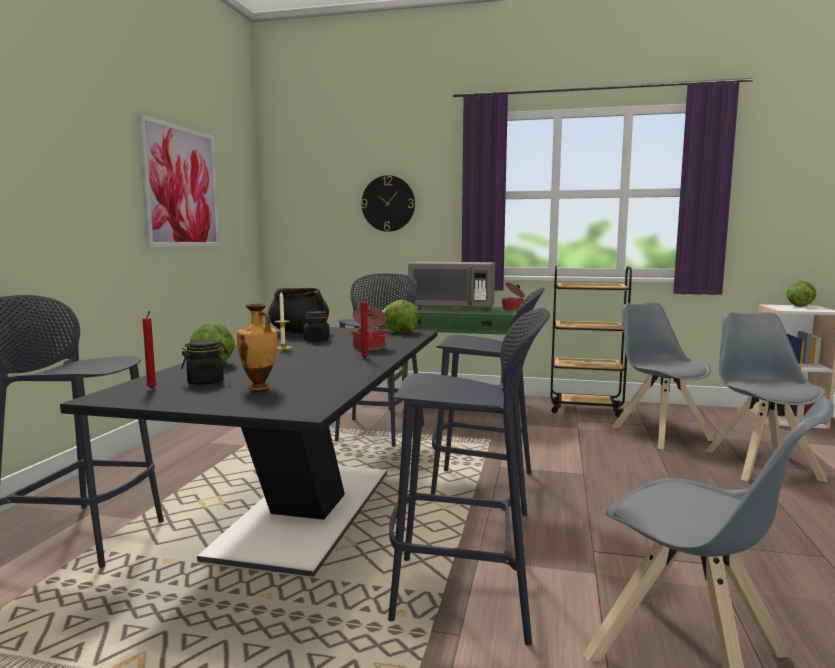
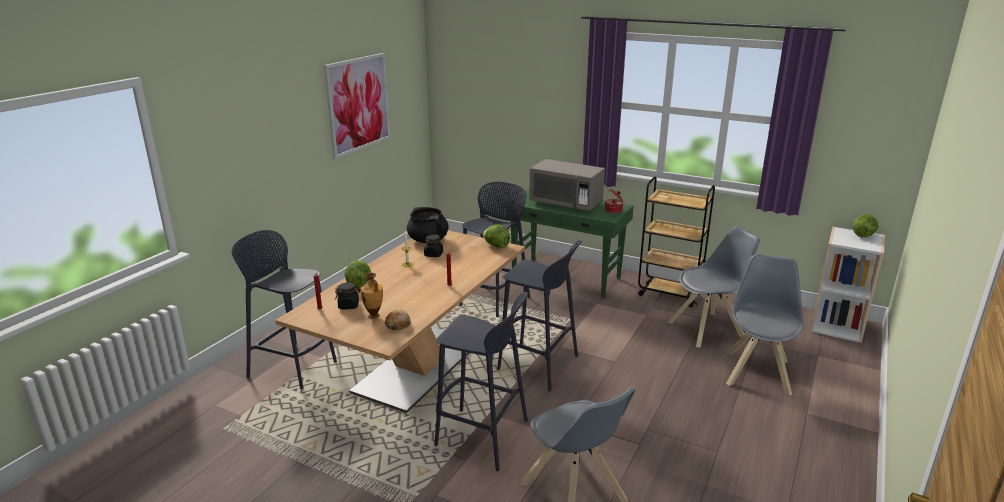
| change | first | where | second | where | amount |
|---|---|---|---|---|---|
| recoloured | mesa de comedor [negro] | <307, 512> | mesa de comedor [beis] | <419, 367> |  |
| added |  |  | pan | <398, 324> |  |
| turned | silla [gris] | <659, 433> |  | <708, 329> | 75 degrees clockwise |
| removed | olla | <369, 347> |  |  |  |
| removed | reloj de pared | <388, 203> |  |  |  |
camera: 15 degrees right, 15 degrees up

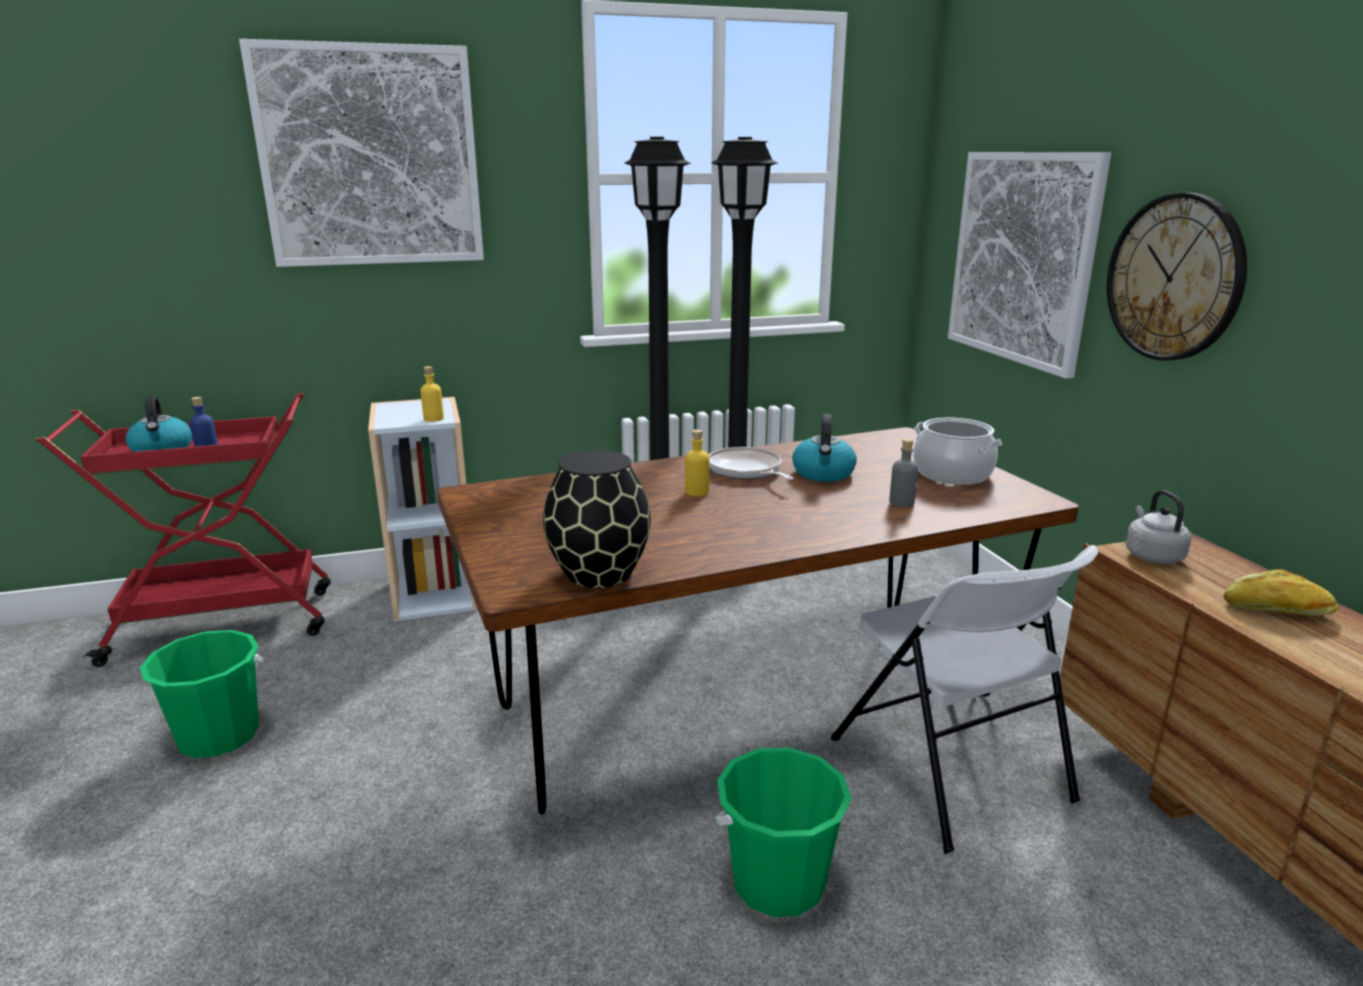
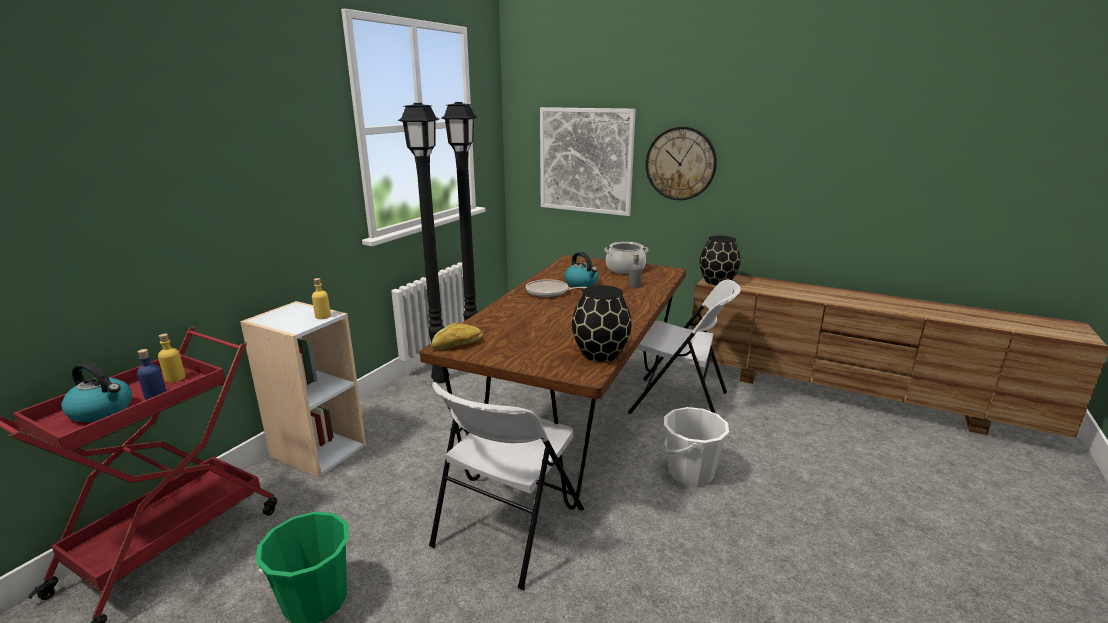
| change | first | where | second | where | amount |
|---|---|---|---|---|---|
| moved | botella [amarillo] | <697, 492> |  | <175, 378> |  |
| added |  |  | silla [blanco] | <509, 527> |  |
| moved | pan | <1277, 610> |  | <457, 345> |  |
| recoloured | cubo [verde] | <778, 882> | cubo [blanco] | <690, 472> |  |
| replaced | hervidor [gris] | <1152, 555> | florero [negro] | <716, 281> |  |
| removed | cuadro | <370, 157> |  |  |  |
camera: 45 degrees left, 0 degrees up

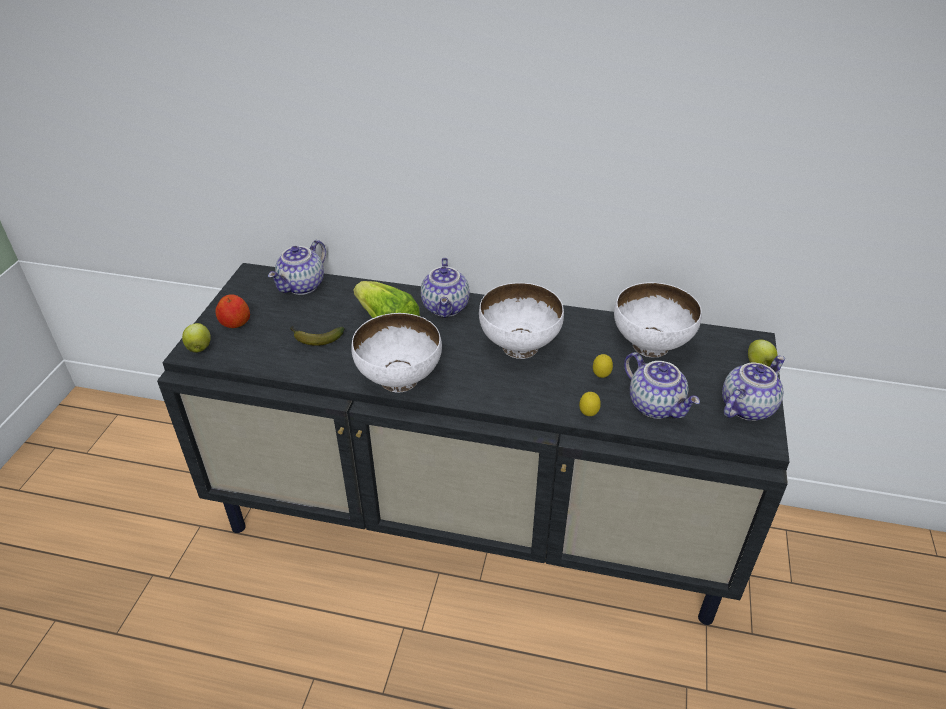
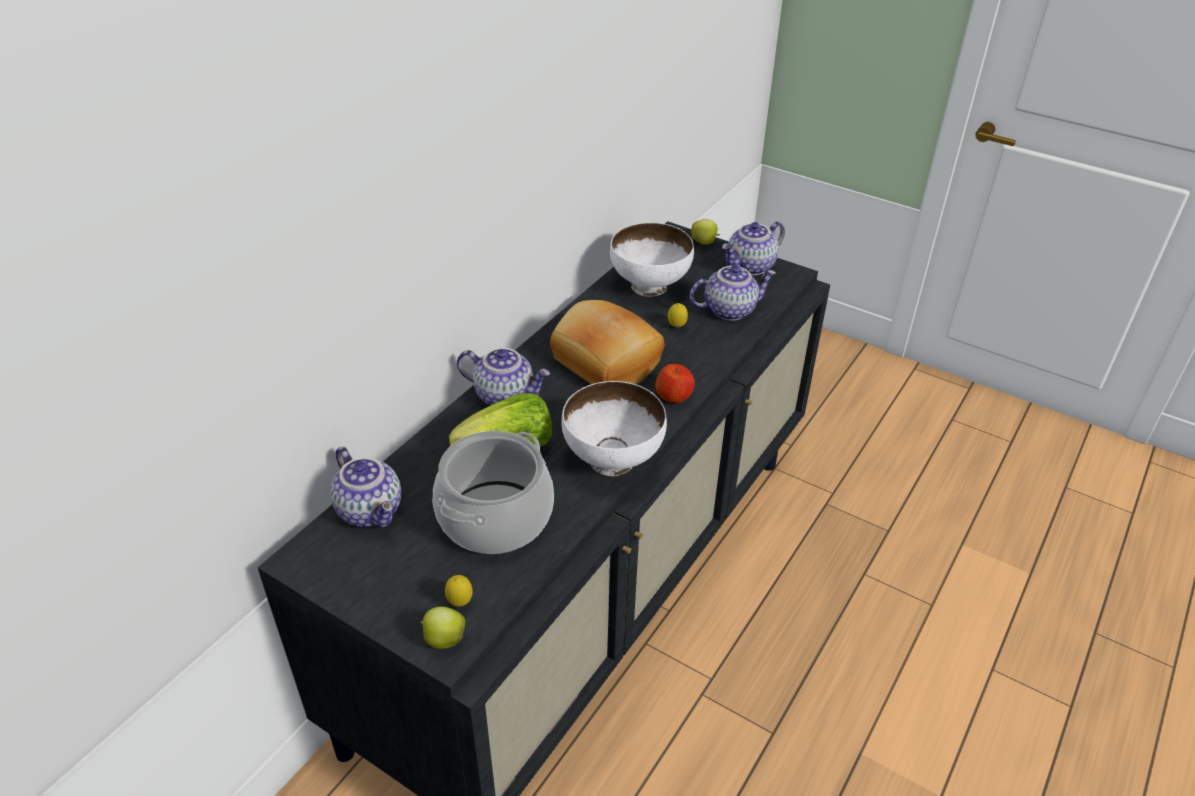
| change | first | where | second | where | amount |
|---|---|---|---|---|---|
| replaced | plátano | <315, 338> | olla | <494, 517> |  |
| moved | limón | <588, 415> |  | <460, 603> |  |
| replaced | cuenco [blanco] | <519, 346> | pan | <604, 363> |  |
| moved | manzana | <235, 322> |  | <674, 396> |  |
| turned | tetera | <746, 406> |  | <751, 267> | 105 degrees counterclockwise |
camera: 70 degrees left, 0 degrees up

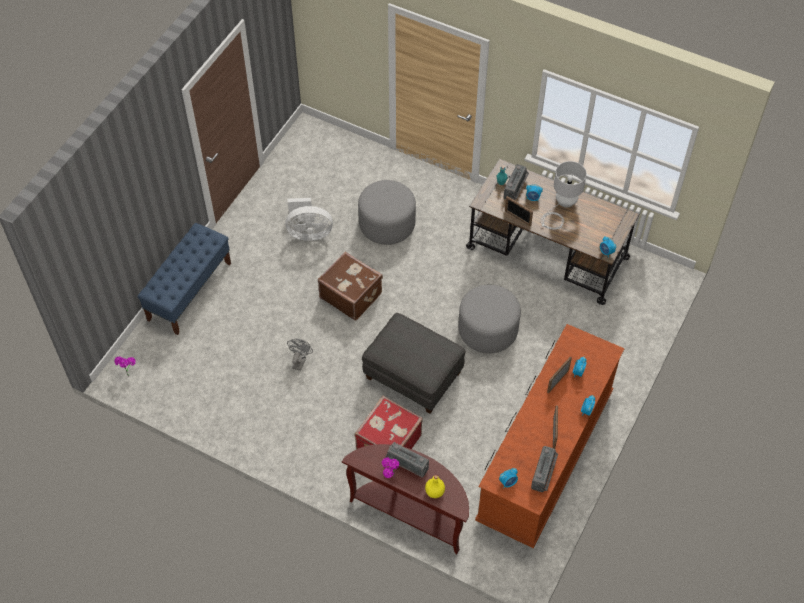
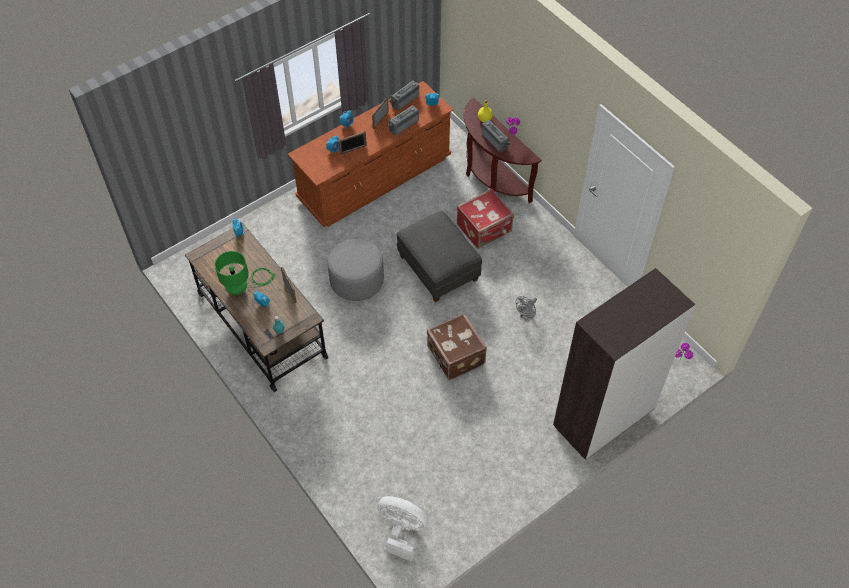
| change | first | where | second | where | amount |
|---|---|---|---|---|---|
| recoloured | lámpara de mesa [blanco] | <560, 209> | lámpara de mesa [verde] | <247, 284> |  |
| moved | ventilador [blanco] | <308, 233> |  | <402, 530> |  |
| moved | radio | <516, 189> |  | <403, 124> |  |
| replaced | banco [azul] | <189, 291> | armario ropero [marrón] | <602, 419> |  |
| removed | puf [gris] | <387, 224> |  |  |  |
camera: 155 degrees left, 0 degrees up

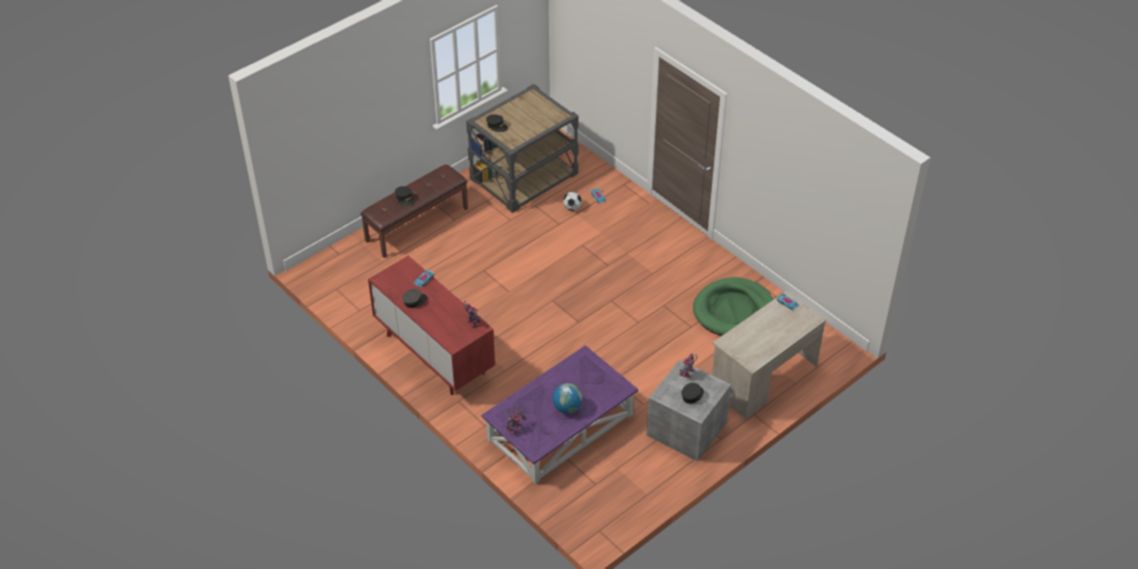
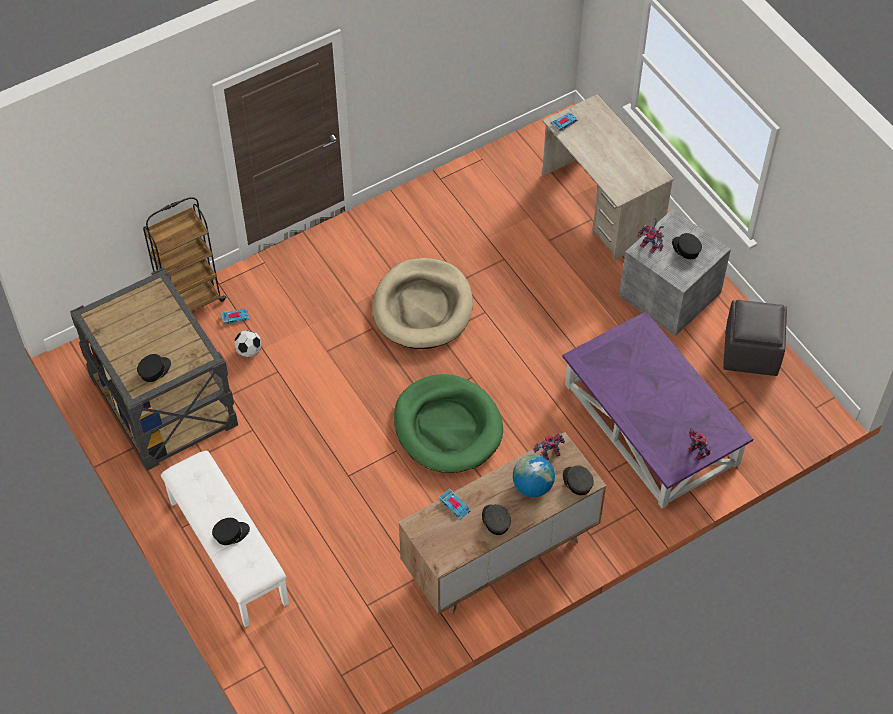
| change | first | where | second | where | amount |
|---|---|---|---|---|---|
| added |  |  | carrito [marrón] | <191, 303> |  |
| recoloured | banco [marrón] | <416, 224> | banco [blanco] | <227, 552> |  |
| added |  |  | cama para perro [beis] | <422, 307> |  |
| moved | cama para perro [verde] | <733, 310> |  | <447, 427> |  |
| recoloured | cómoda [rojo] | <434, 354> | cómoda [verde] | <500, 555> |  |
| moved | globo terráqueo | <567, 407> |  | <532, 486> |  |
| added |  |  | gorra [gris] | <577, 482> |  |
| added |  |  | puf [gris] | <750, 351> |  |
camera: 80 degrees left, 10 degrees up

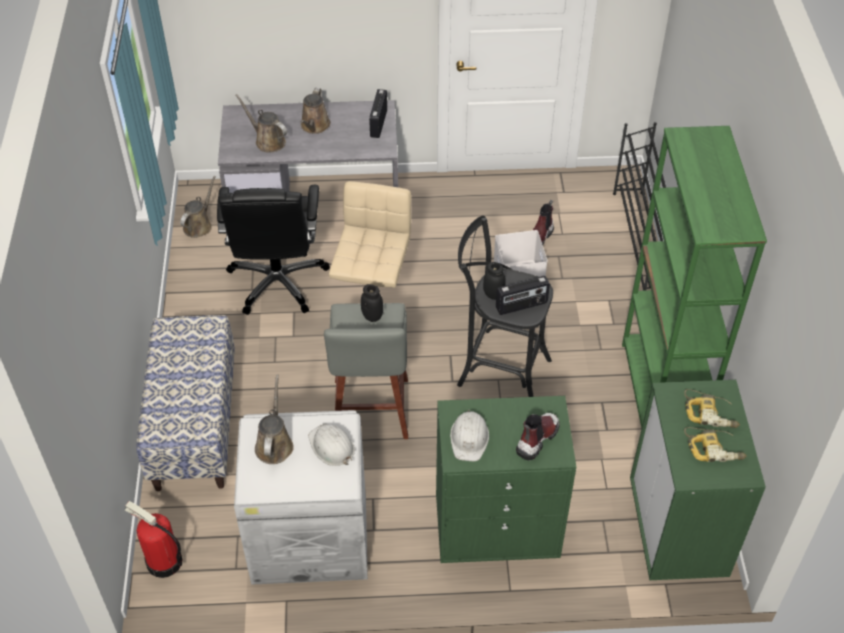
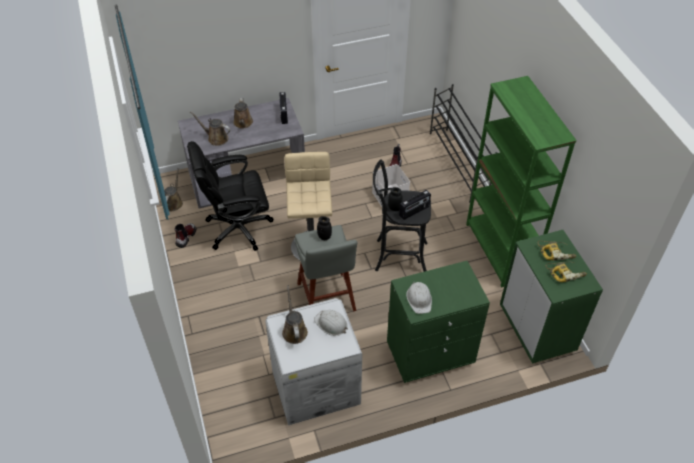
| change | first | where | second | where | amount |
|---|---|---|---|---|---|
| moved | bota | <537, 439> |  | <186, 237> |  |
| turned | silla de oficina [negro] | <278, 281> |  | <238, 228> | 90 degrees clockwise |
| removed | extintor | <163, 562> |  |  |  |
| removed | banco | <194, 425> |  |  |  |
camera: 15 degrees left, 0 degrees up

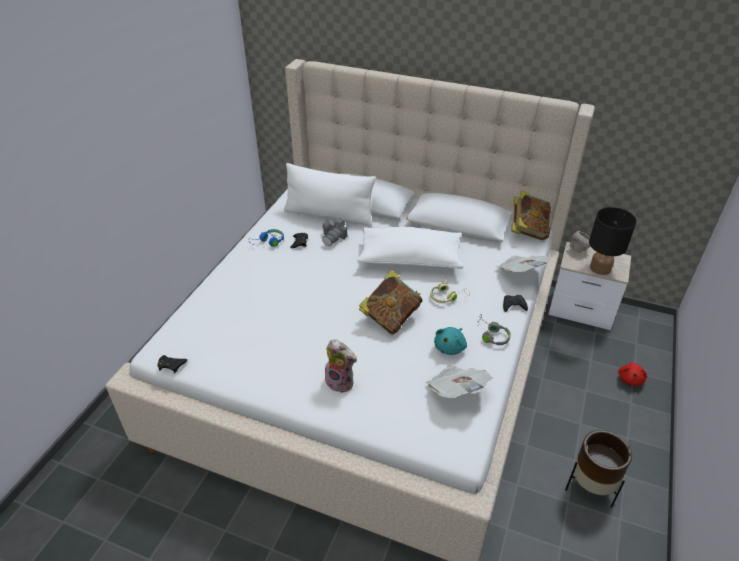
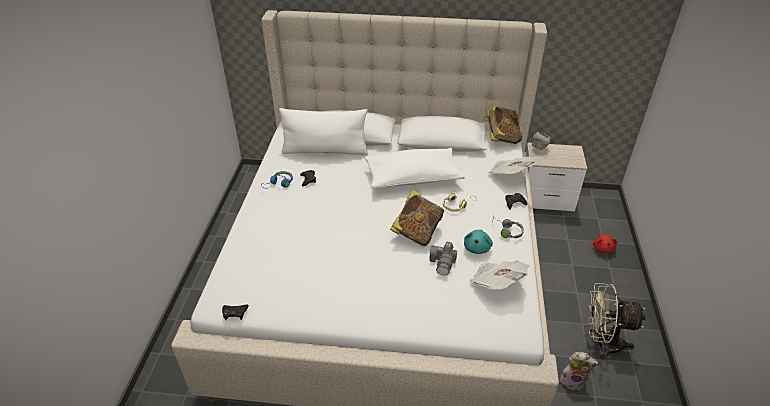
| change | first | where | second | where | amount |
|---|---|---|---|---|---|
| moved | cámara | <334, 237> |  | <443, 263> |  |
| moved | peluche | <341, 382> |  | <573, 380> |  |
| replaced | maceta [marrón] | <590, 488> | ventilador [beis] | <602, 343> |  |
| removed | lámpara de mesa [negro] | <600, 268> |  |  |  |
camera: 15 degrees left, 0 degrees up

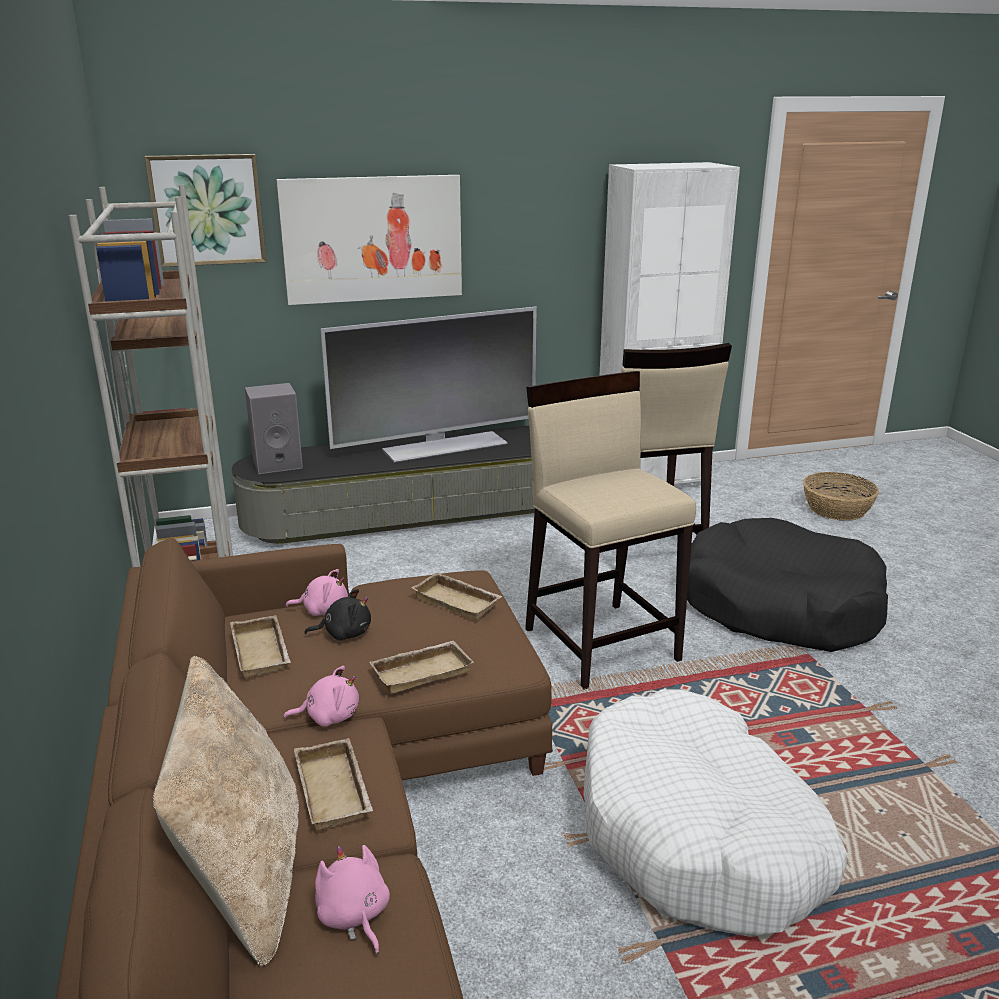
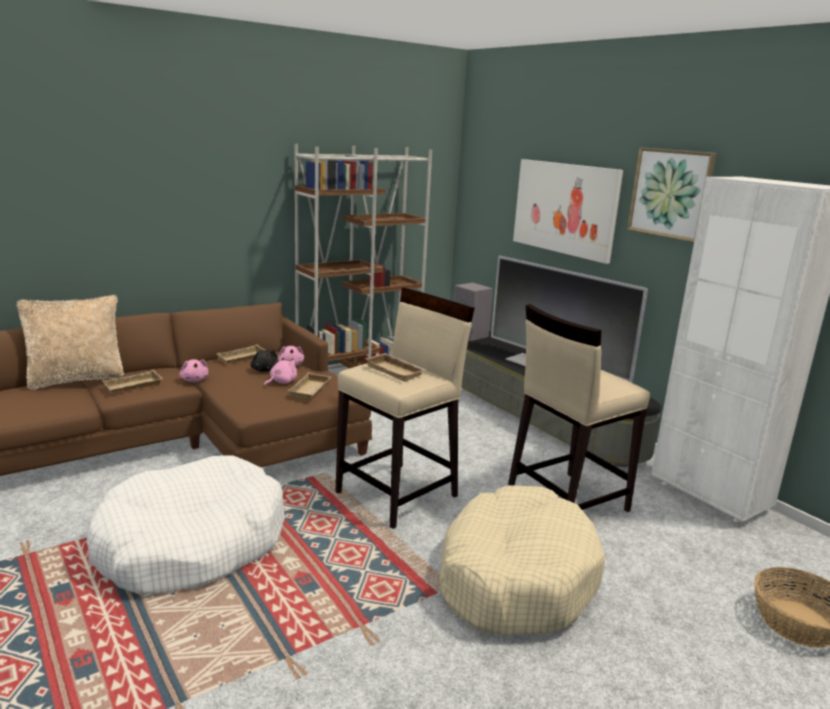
| change | first | where | second | where | amount |
|---|---|---|---|---|---|
| moved | peluche [rosa] | <354, 916> |  | <281, 382> |  |
| moved | bandeja [beis] | <422, 671> |  | <396, 371> |  |
| recoloured | cama para perro [negro] | <779, 606> | cama para perro [beis] | <515, 577> |  |
| moved | cuadro | <207, 210> |  | <671, 193> |  |
camera: 70 degrees right, 5 degrees down

